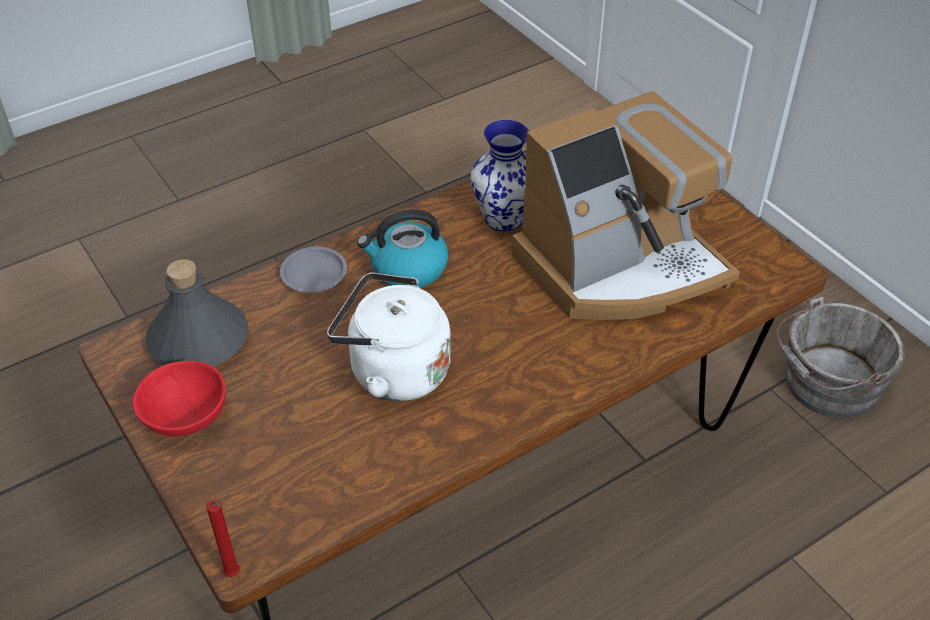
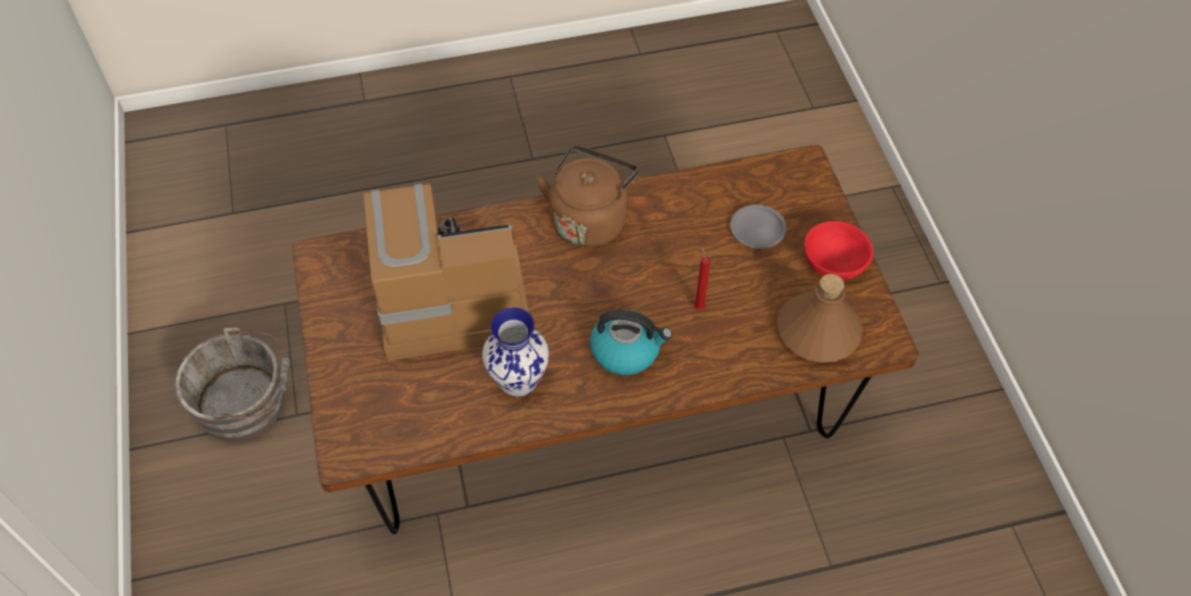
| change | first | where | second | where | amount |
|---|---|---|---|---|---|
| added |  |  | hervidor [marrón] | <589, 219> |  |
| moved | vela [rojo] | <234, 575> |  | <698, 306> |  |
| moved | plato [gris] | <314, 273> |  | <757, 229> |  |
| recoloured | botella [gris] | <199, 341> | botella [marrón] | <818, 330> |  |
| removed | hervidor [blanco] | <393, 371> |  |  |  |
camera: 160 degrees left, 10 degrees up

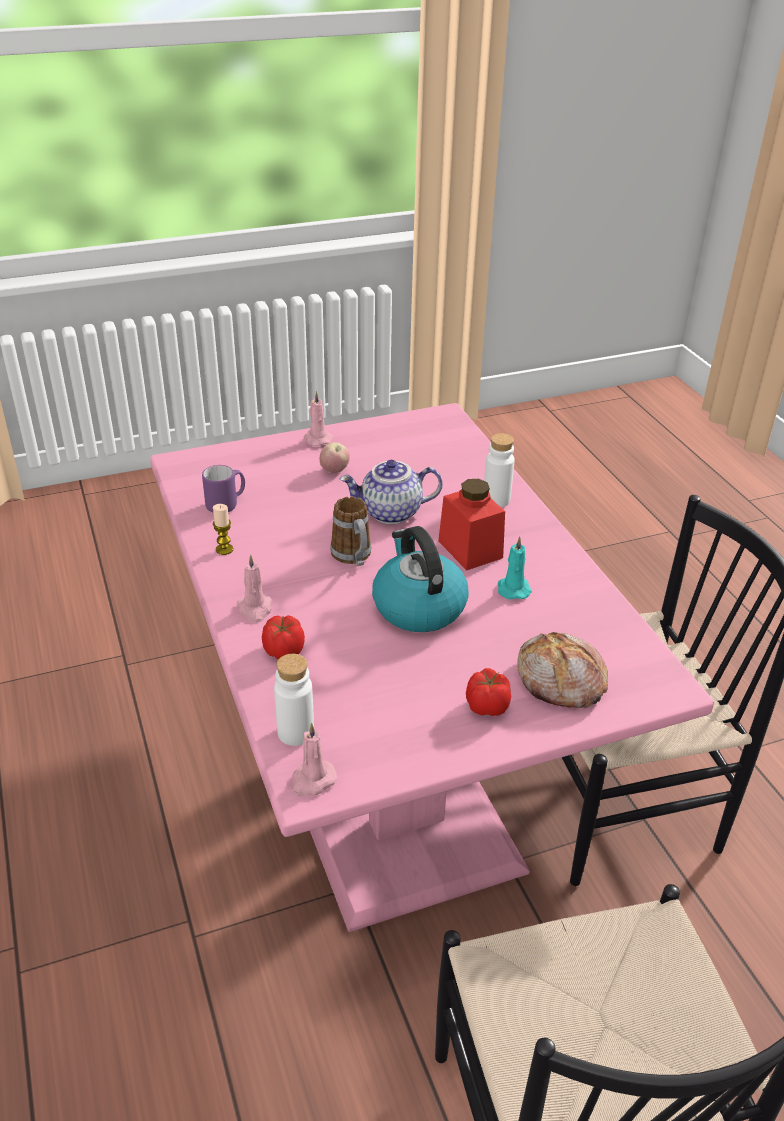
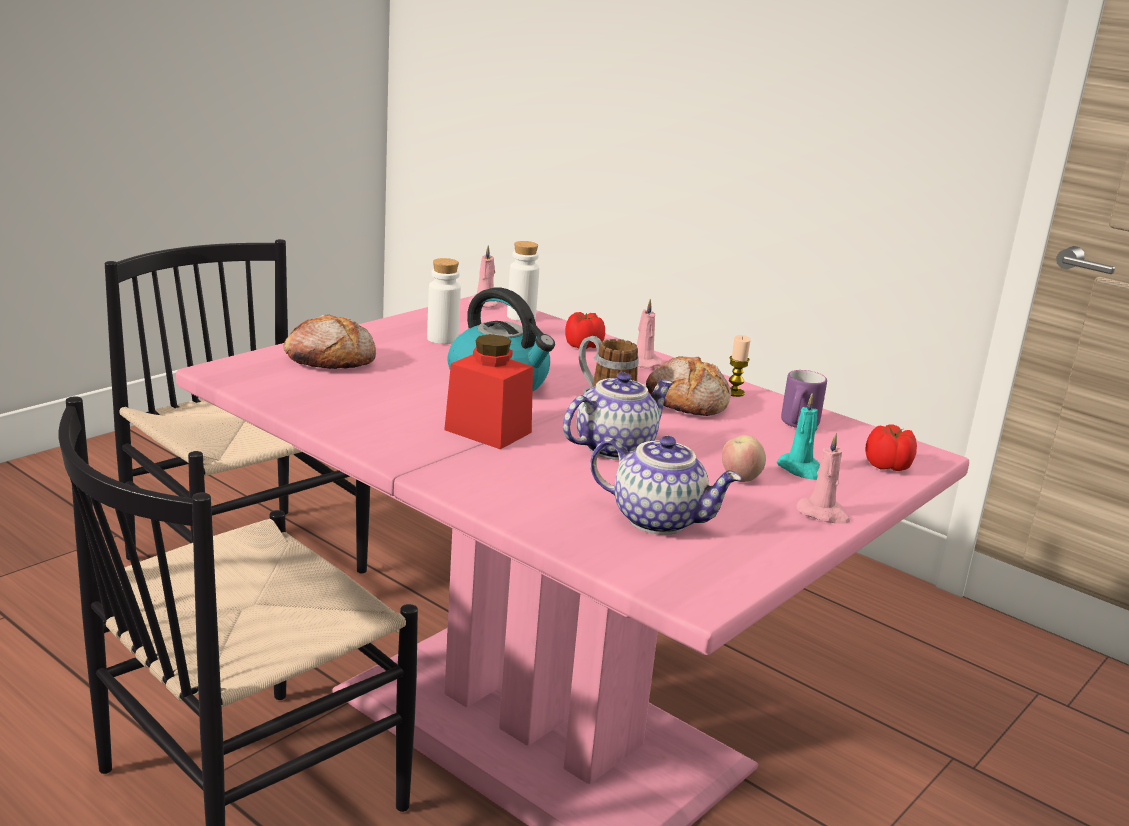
| change | first | where | second | where | amount |
|---|---|---|---|---|---|
| moved | botella [blanco] | <496, 500> |  | <442, 339> |  |
| added |  |  | tetera | <659, 519> |  |
| added |  |  | pan | <688, 402> |  |
| moved | vela [turquesa] | <513, 588> |  | <800, 469> |  |
| moved | tomate | <487, 705> |  | <888, 467> |  |
camera: 150 degrees right, 15 degrees down

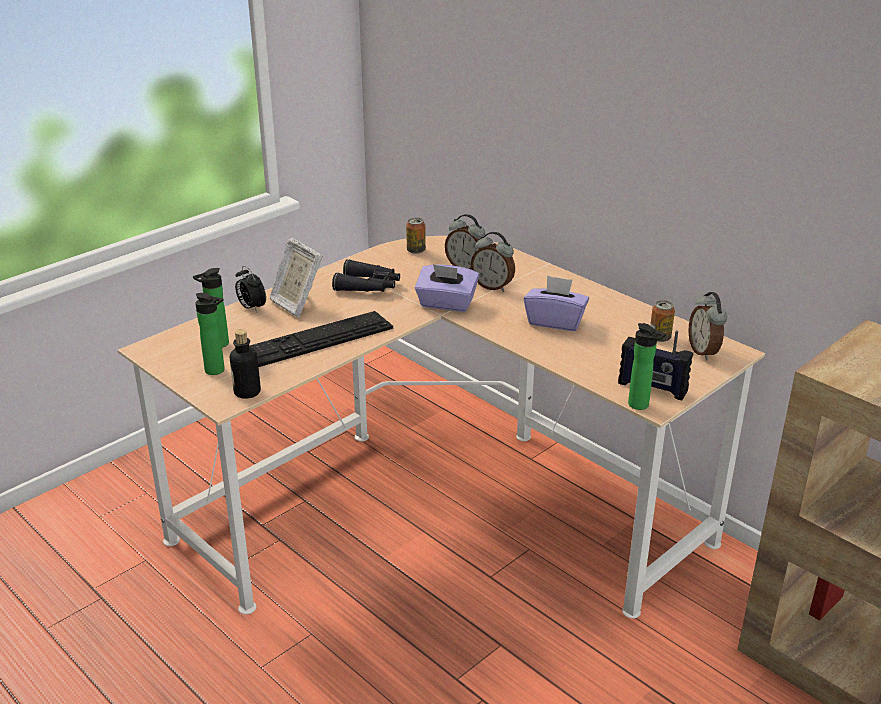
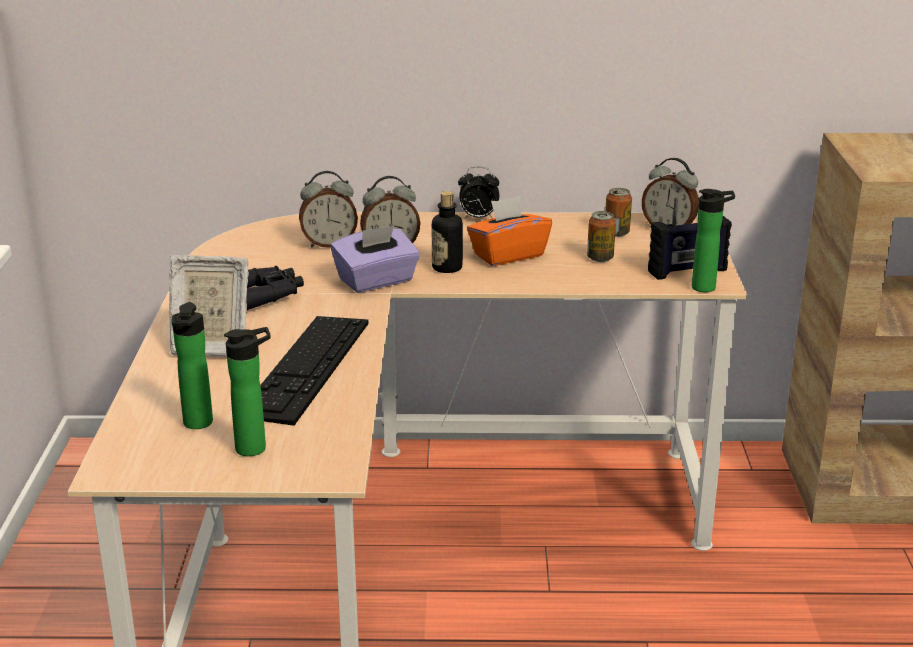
| change | first | where | second | where | amount |
|---|---|---|---|---|---|
| moved | botella | <247, 392> |  | <447, 268> |  |
| moved | despertador | <251, 308> |  | <478, 218> |  |
| recoloured | caja de pañuelos [morado] | <555, 321> | caja de pañuelos [naranja] | <508, 255> |  |
| moved | lata | <416, 250> |  | <600, 258> |  |
camera: 45 degrees left, 5 degrees down

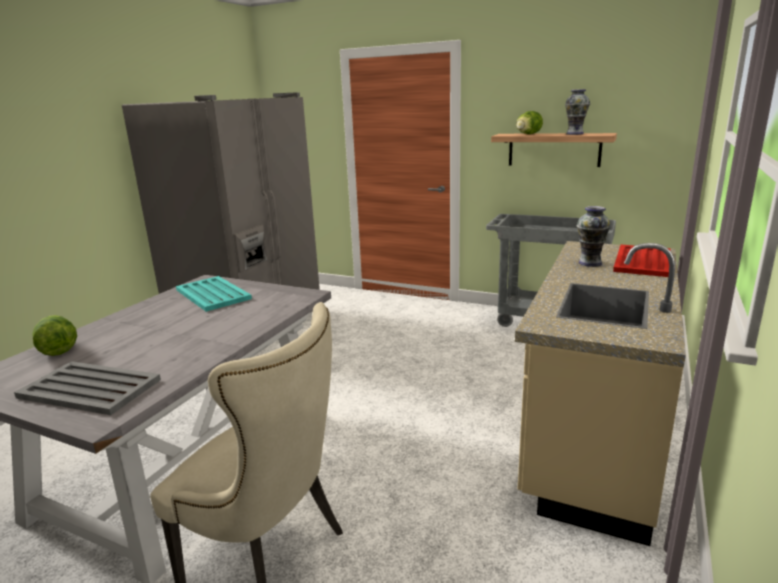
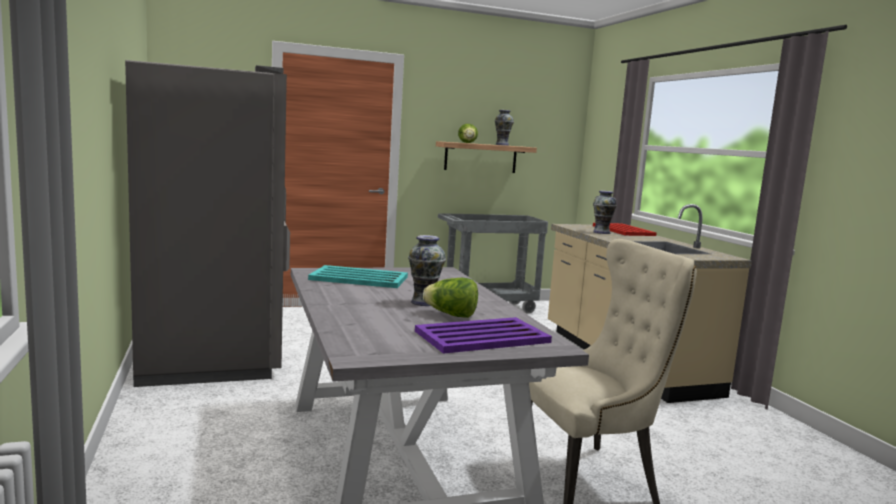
| change | first | where | second | where | amount |
|---|---|---|---|---|---|
| added |  |  | florero | <423, 302> |  |
| recoloured | bandeja [gris] | <90, 389> | bandeja [morado] | <483, 337> |  |
| moved | lechuga | <58, 349> |  | <451, 315> |  |
camera: 45 degrees left, 10 degrees down

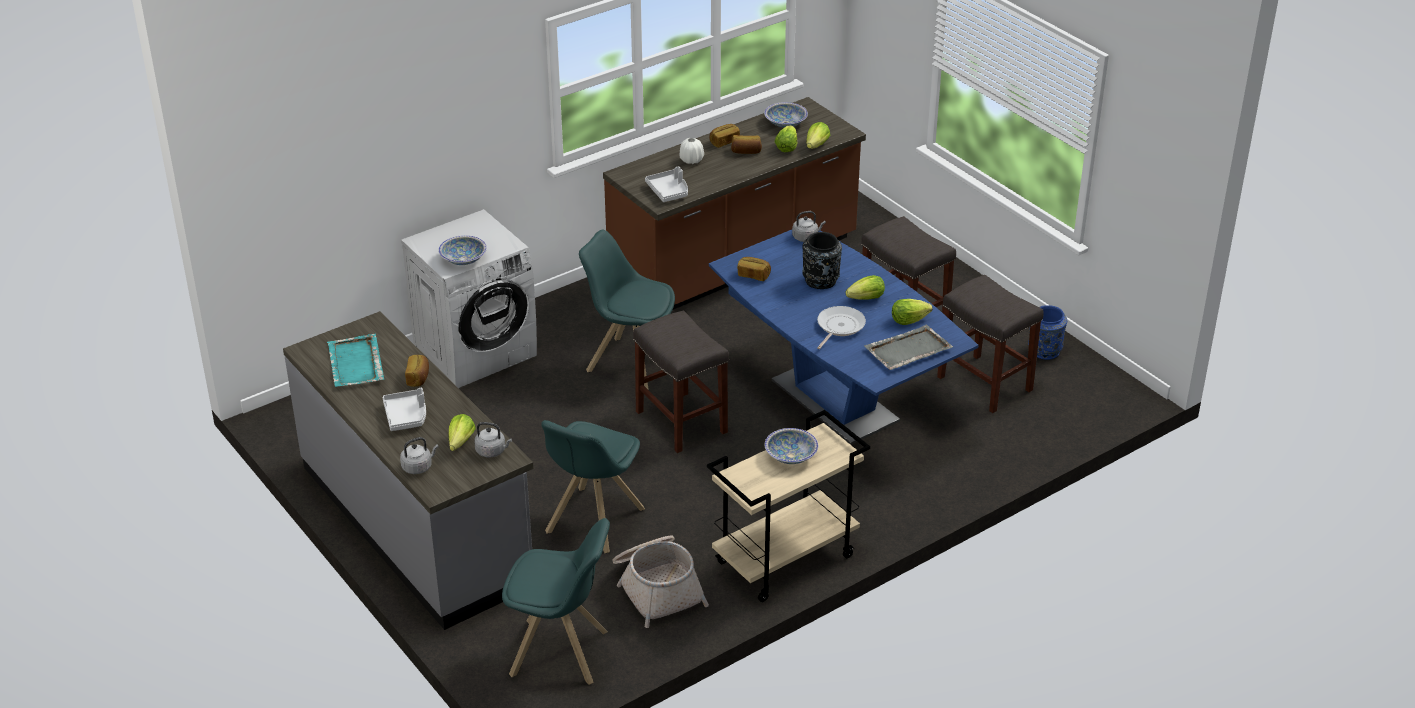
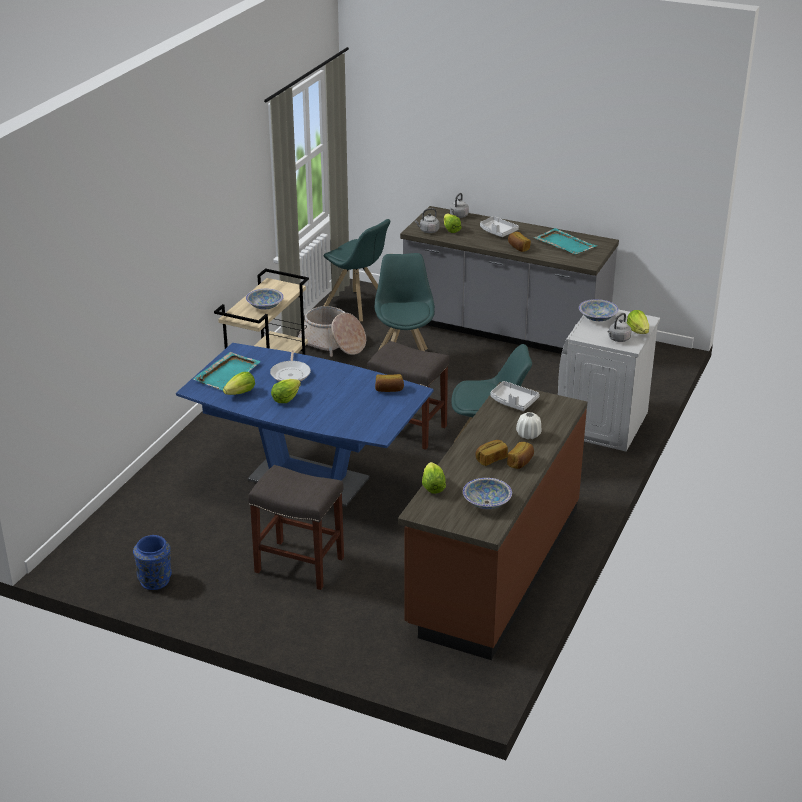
| change | first | where | second | where | amount |
|---|---|---|---|---|---|
| recoloured | bandeja [gris] | <907, 350> | bandeja [turquesa] | <228, 373> |  |
| turned | silla [turquesa] | <560, 653> |  | <357, 306> | 120 degrees counterclockwise |
| moved | hervidor [gris] | <806, 237> |  | <618, 339> |  |
| moved | lechuga | <786, 147> |  | <638, 331> |  |
| removed | florero [negro] | <820, 281> |  |  |  |
| removed | taburete [gris] | <986, 384> |  |  |  |
camera: 150 degrees right, 5 degrees down

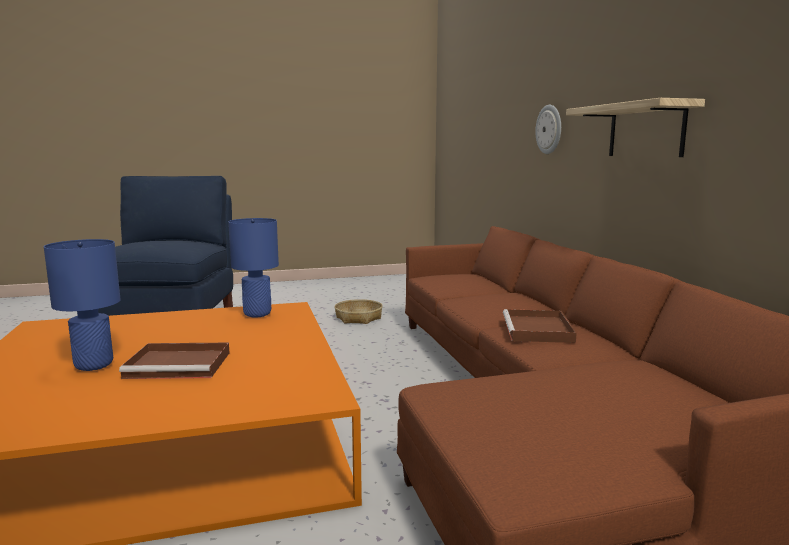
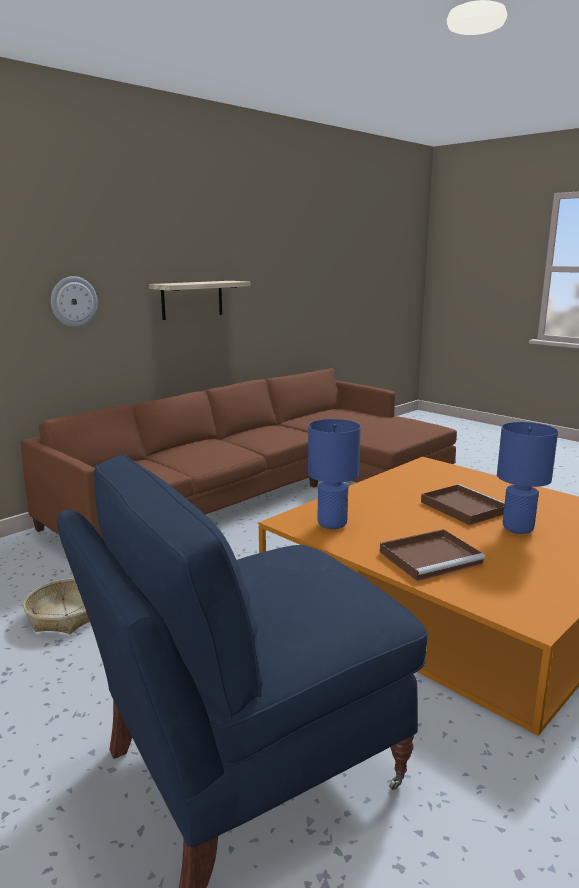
| change | first | where | second | where | amount |
|---|---|---|---|---|---|
| moved | bandeja [marrón] | <538, 330> |  | <431, 557> |  |
camera: 120 degrees left, 5 degrees up

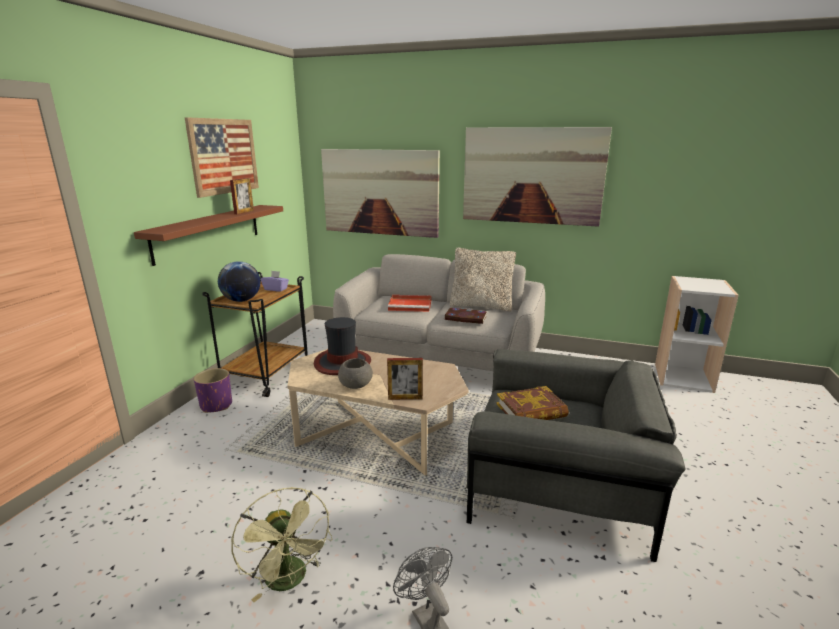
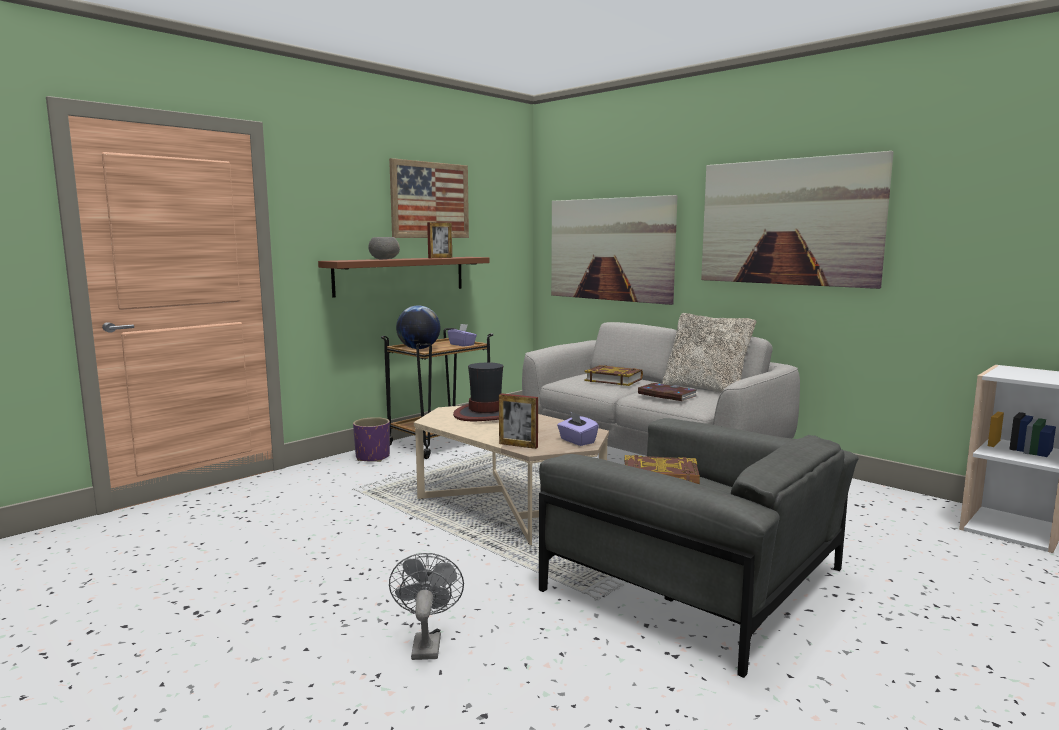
| change | first | where | second | where | amount |
|---|---|---|---|---|---|
| moved | cuenco [gris] | <355, 385> |  | <384, 259> |  |
| added |  |  | caja de pañuelos [morado] | <577, 441> |  |
| replaced | bandeja [rojo] | <411, 305> | libro | <613, 380> |  |
| removed | ventilador [verde] | <290, 581> |  |  |  |
camera: 25 degrees right, 10 degrees down

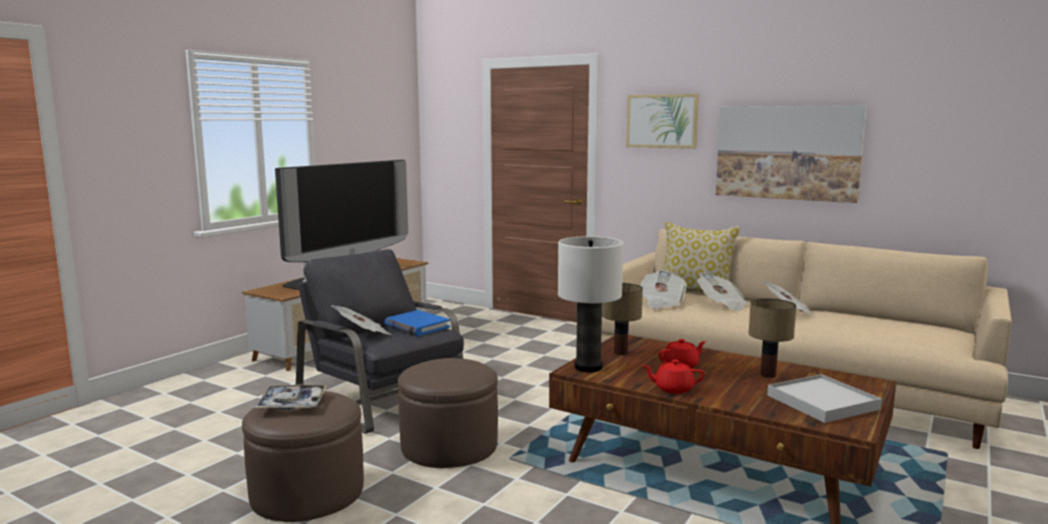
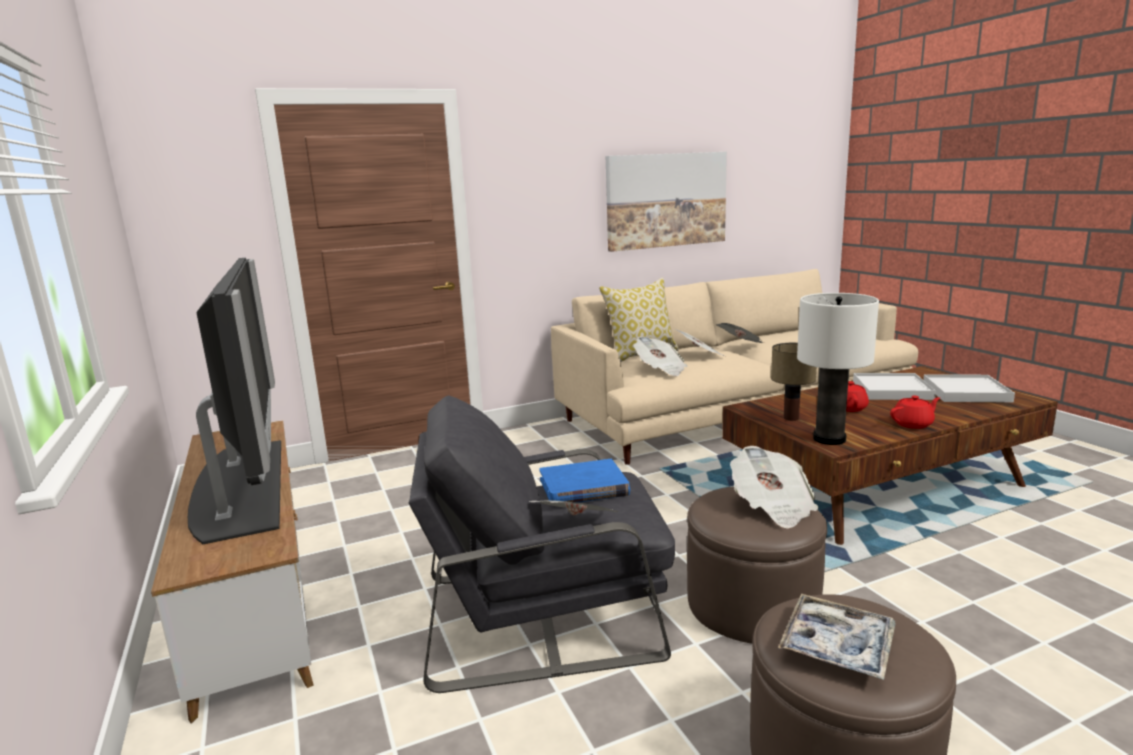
| change | first | where | second | where | amount |
|---|---|---|---|---|---|
| added |  |  | periódico | <772, 507> |  |
| replaced | lámpara de mesa | <768, 375> | bandeja [blanco] | <892, 390> |  |
| turned | tetera [rojo] | <672, 389> |  | <913, 424> | 150 degrees counterclockwise |
| removed | cuadro | <662, 121> |  |  |  |
camera: 55 degrees left, 5 degrees up

